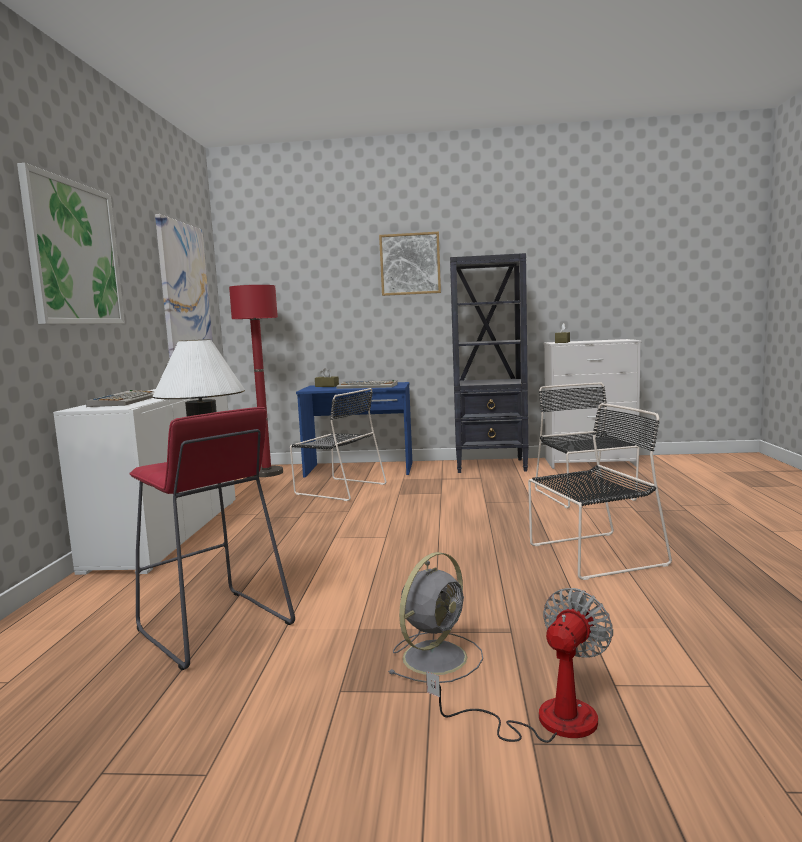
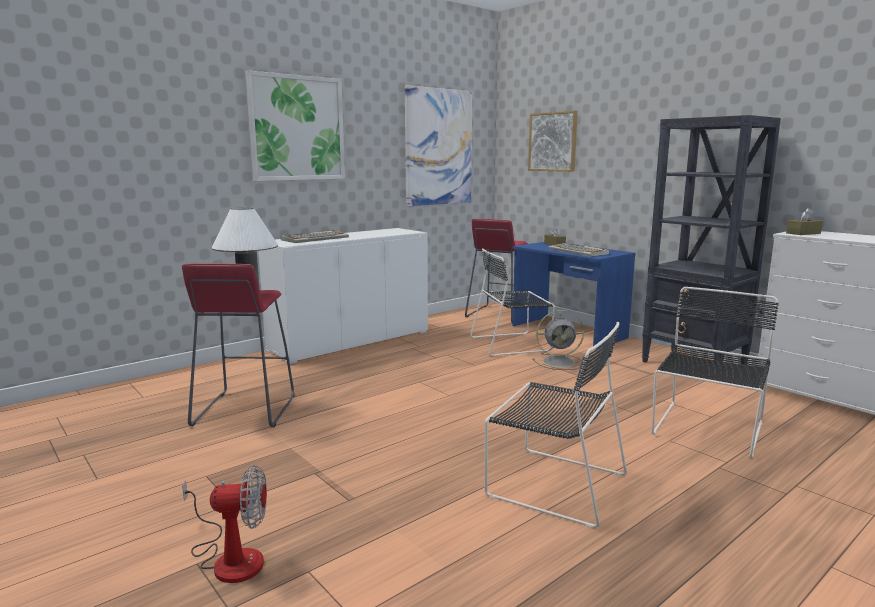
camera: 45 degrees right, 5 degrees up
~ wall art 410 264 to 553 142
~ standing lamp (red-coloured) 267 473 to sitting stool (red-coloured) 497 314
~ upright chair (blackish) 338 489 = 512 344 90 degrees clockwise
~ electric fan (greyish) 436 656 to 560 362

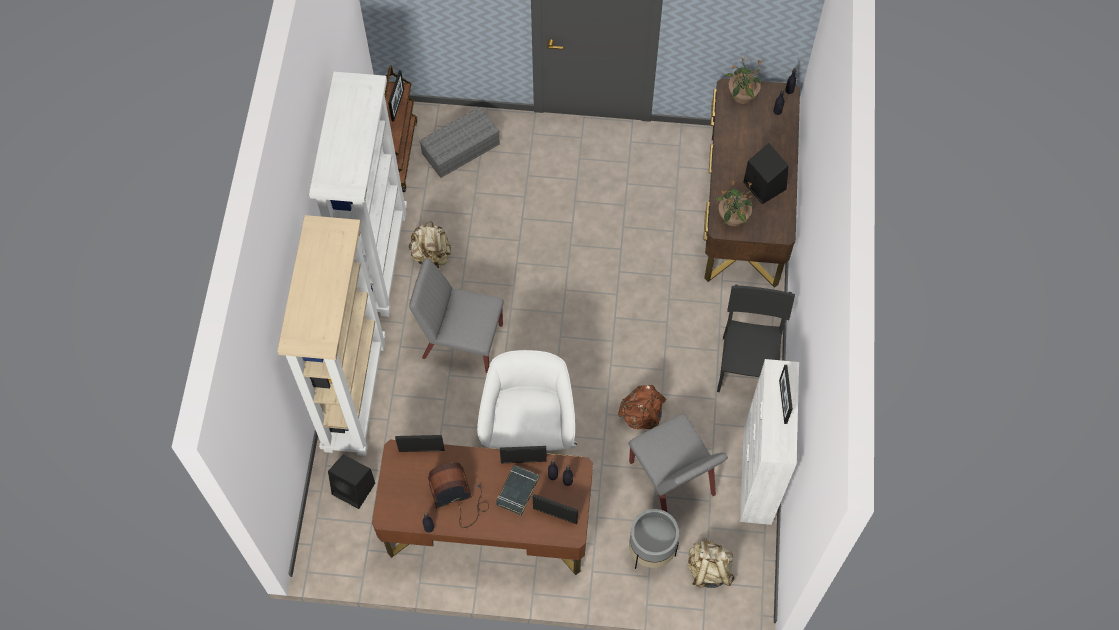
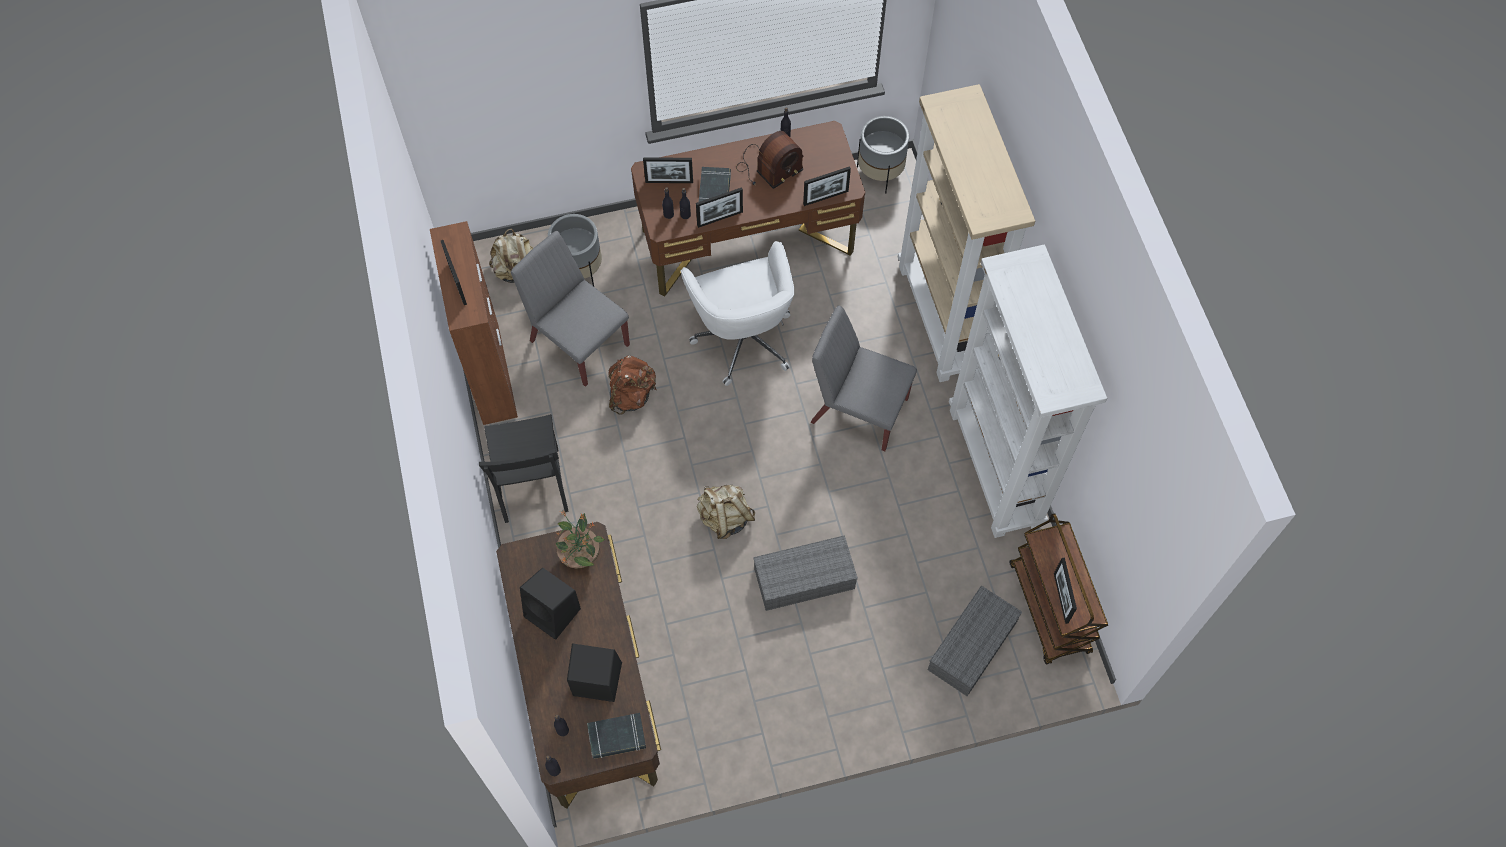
camera: 160 degrees right, 0 degrees up
~ plant in a pot 741 96 to bound book (blackish) 617 737
~ rucksack (sand-coloured) 432 255 to 725 518
~ upright chair (greyish) 461 341 = 858 410 150 degrees counterclockwise
~ storage cabinet (white) 757 476 to storage cabinet (brown) 491 373
~ audio speaker (blackish) 354 489 to 595 679
+ planter (greyish) 880 173
+ storage bin (greyish) 803 580

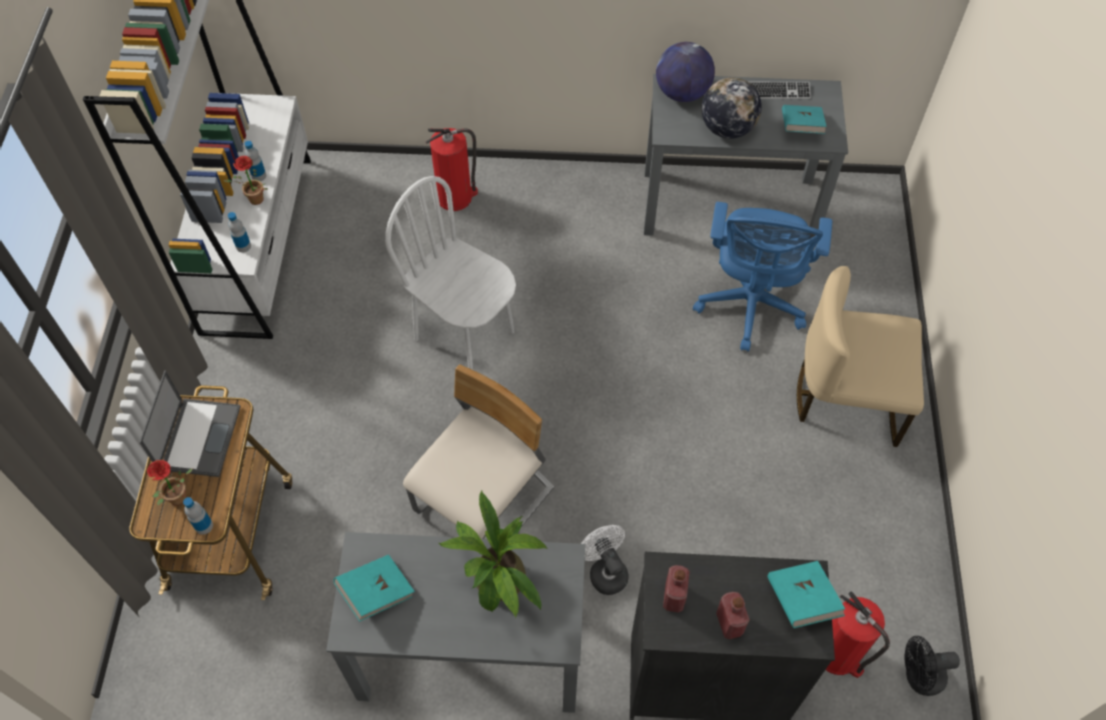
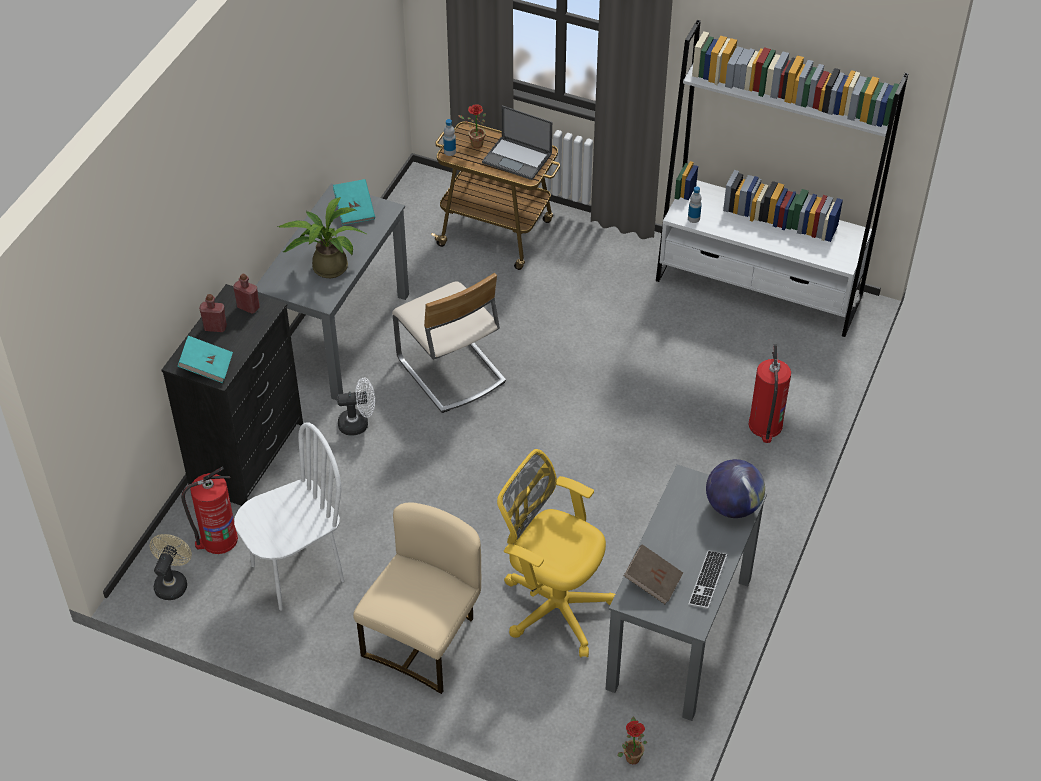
camera: 110 degrees right, 10 degrees down
- world globe 727 128
~ bound book (turquoise-coloured) 800 128 to bound book (brown) 653 581
- drink bottle 259 176
~ plant in a pot 253 201 to 631 755
~ upright chair (white) 465 335 to 297 572
~ desk chair (bluish) 750 306 to desk chair (yellowish) 553 605
~ electric fan (blackish) 918 677 to electric fan (sand-coloured) 172 582

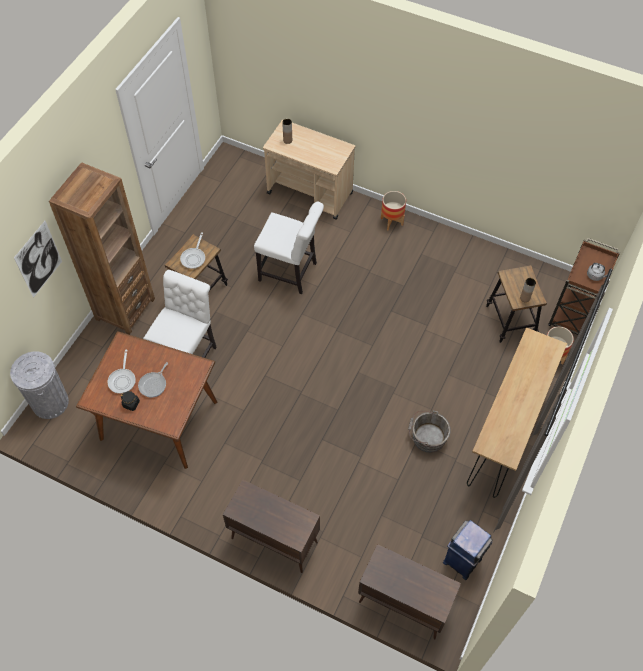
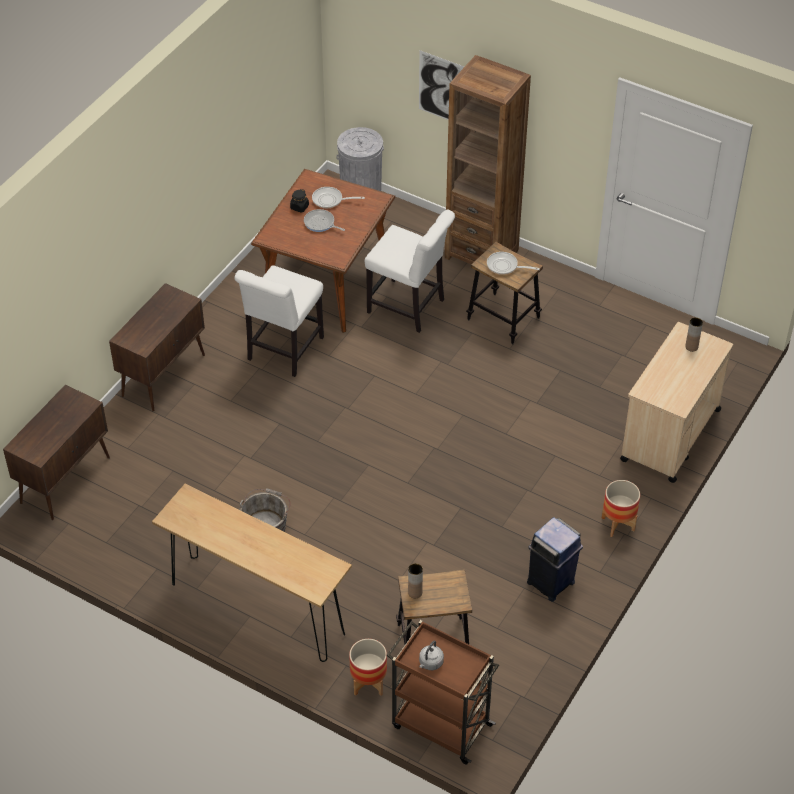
camera: 95 degrees right, 10 degrees down
~ upright chair (white) 291 273 to 283 351
~ rubbish bin (bluish) 462 560 to 551 583

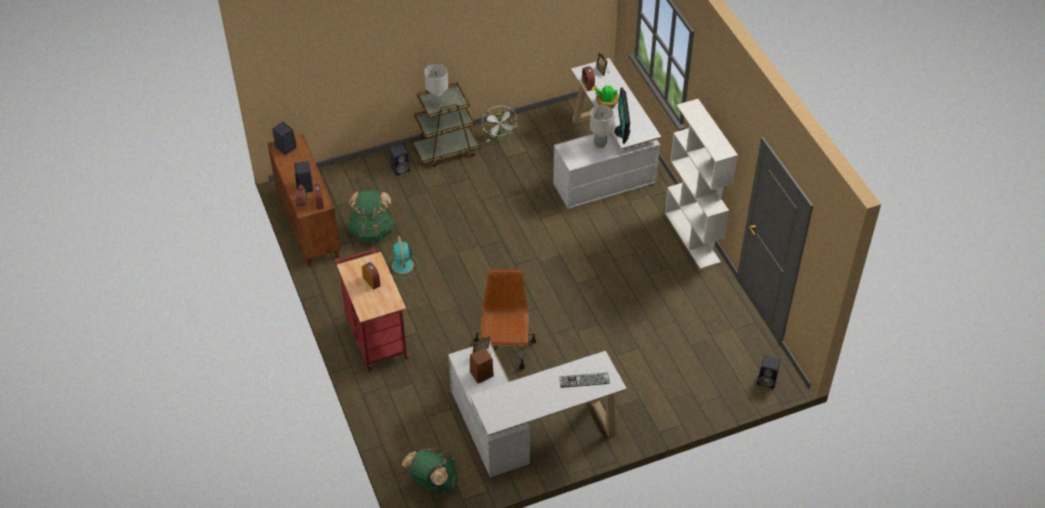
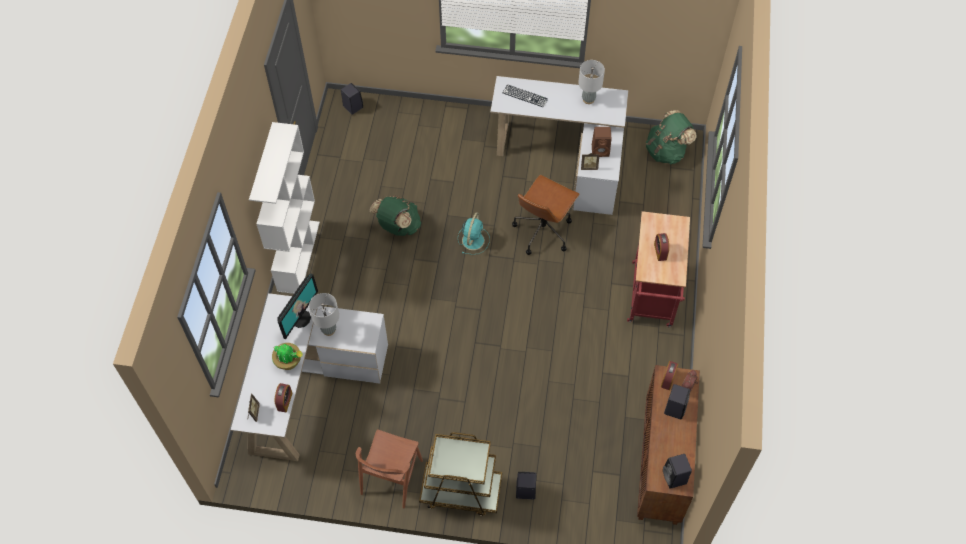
camera: 150 degrees left, 10 degrees up
~ table lamp (greyish) 437 103 to 588 99
~ electric fan (white) 500 138 to upright chair (brown) 391 477
~ rucksack (green-coloured) 372 231 to 398 227
~ electric fan (turquoise-coloured) 402 266 to 473 239

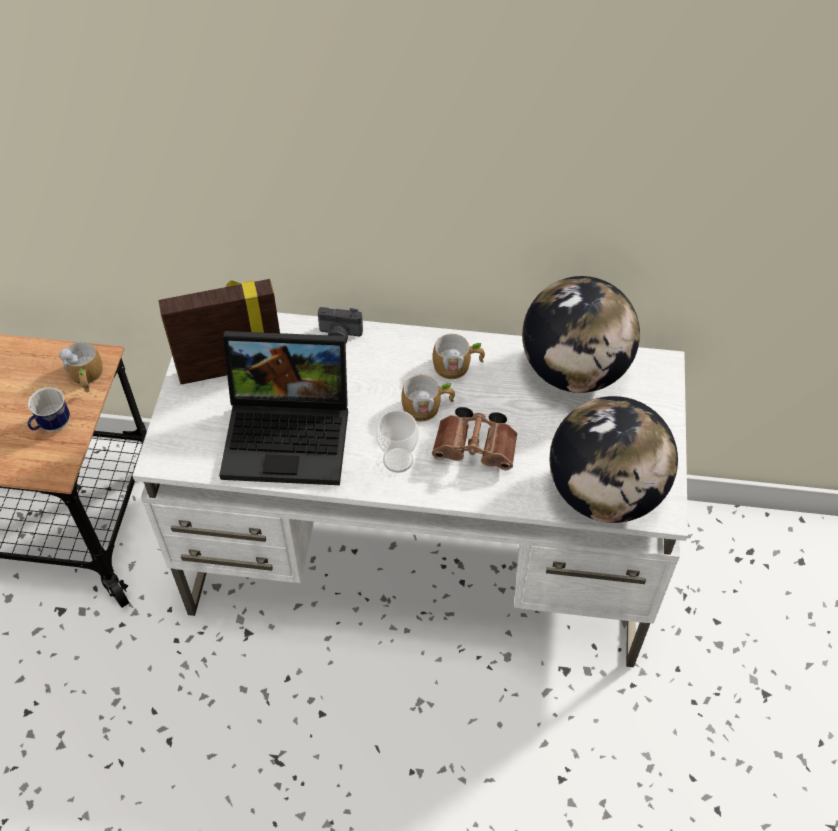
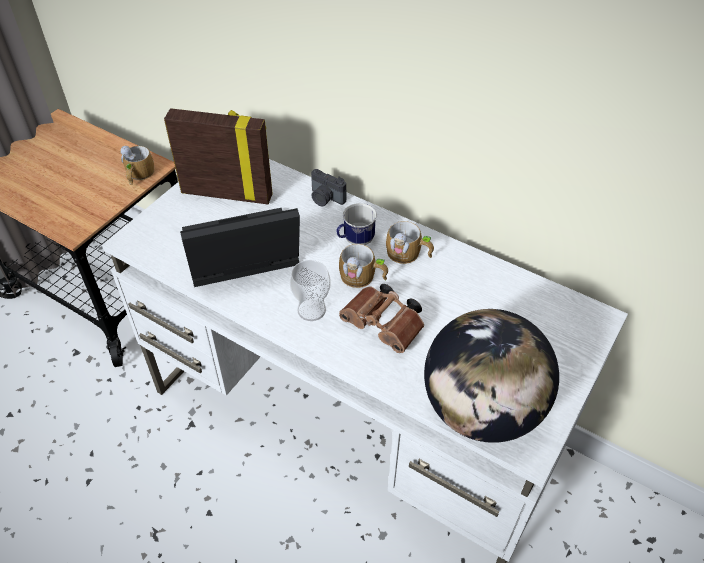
camera: 25 degrees right, 5 degrees down
- world globe 574 371
~ notebook computer 291 433 = 239 258 135 degrees clockwise
~ tea mug 52 426 to 355 241

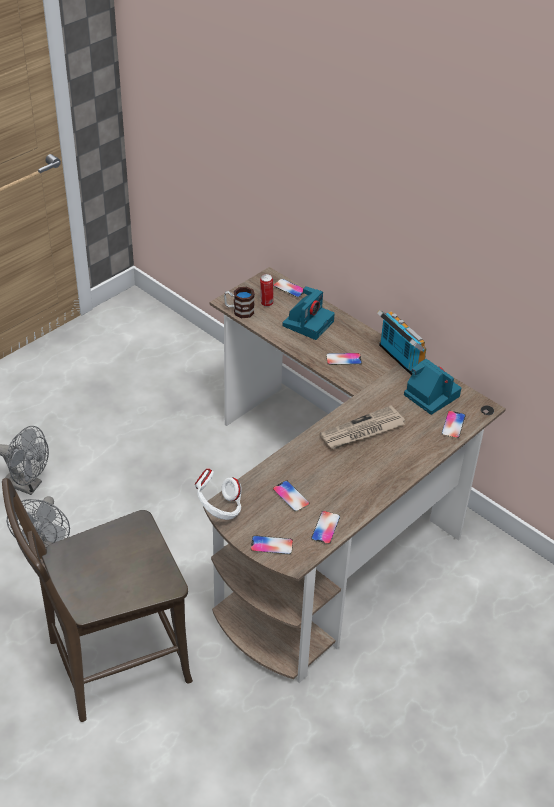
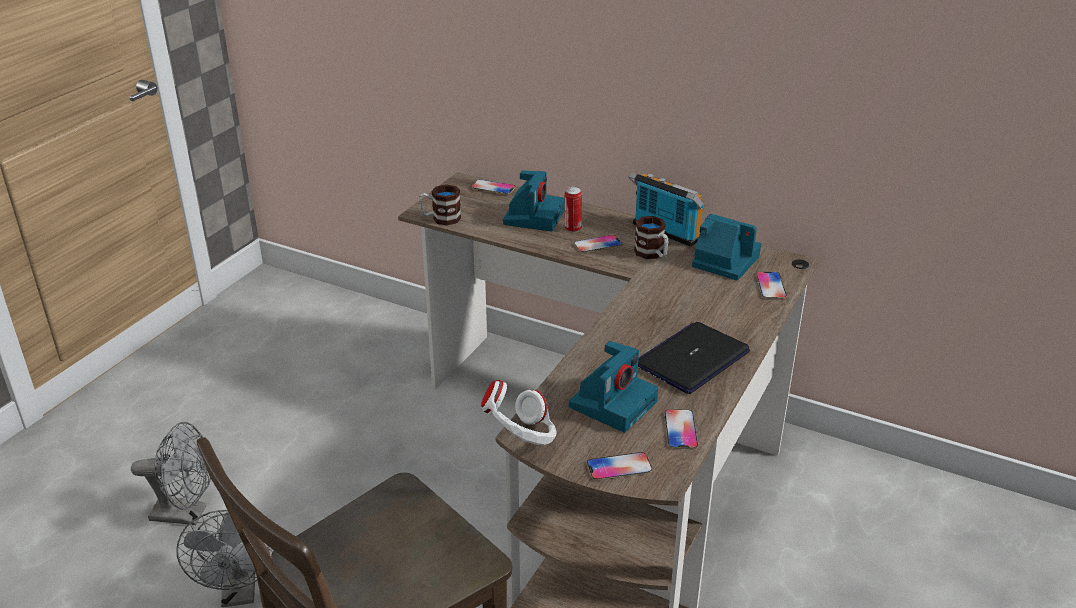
camera: 15 degrees left, 10 degrees down
~ sealed can 266 303 to 572 229
- newspaper 362 431
~ telephone 291 496 to photo camera 613 403
+ tea mug 652 254
+ notebook computer 692 359

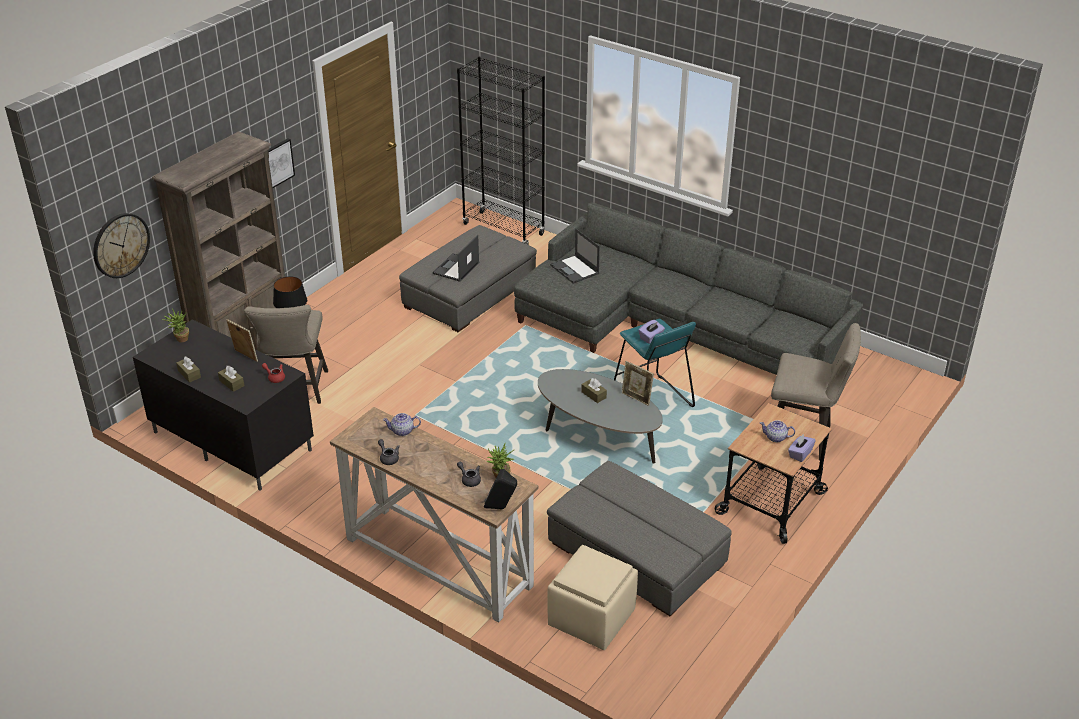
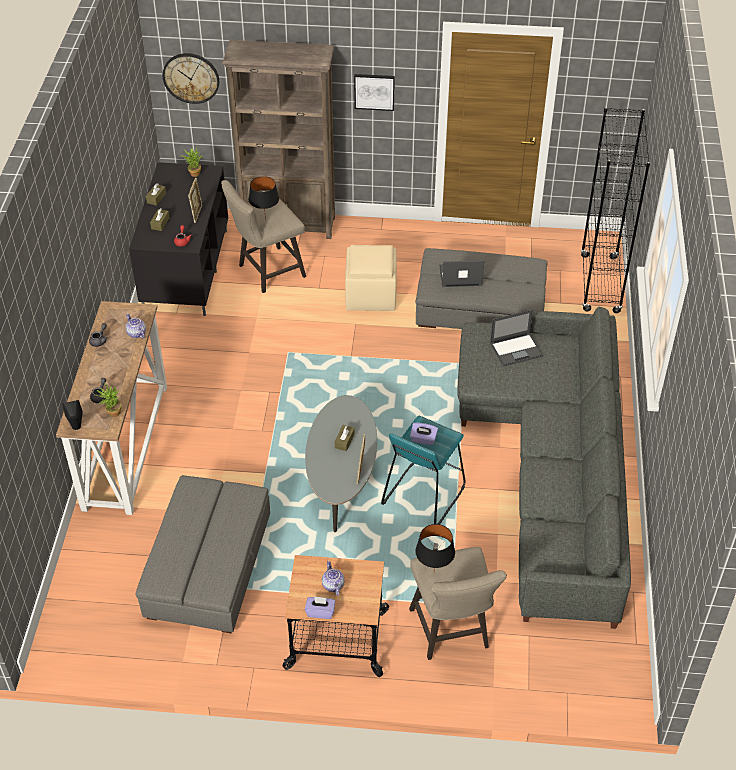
camera: 60 degrees right, 10 degrees up
~ notebook computer 575 269 = 516 349 135 degrees counterclockwise
~ pouffe (sand-coloured) 590 618 to 370 295
+ table lamp (blackish) 433 572

